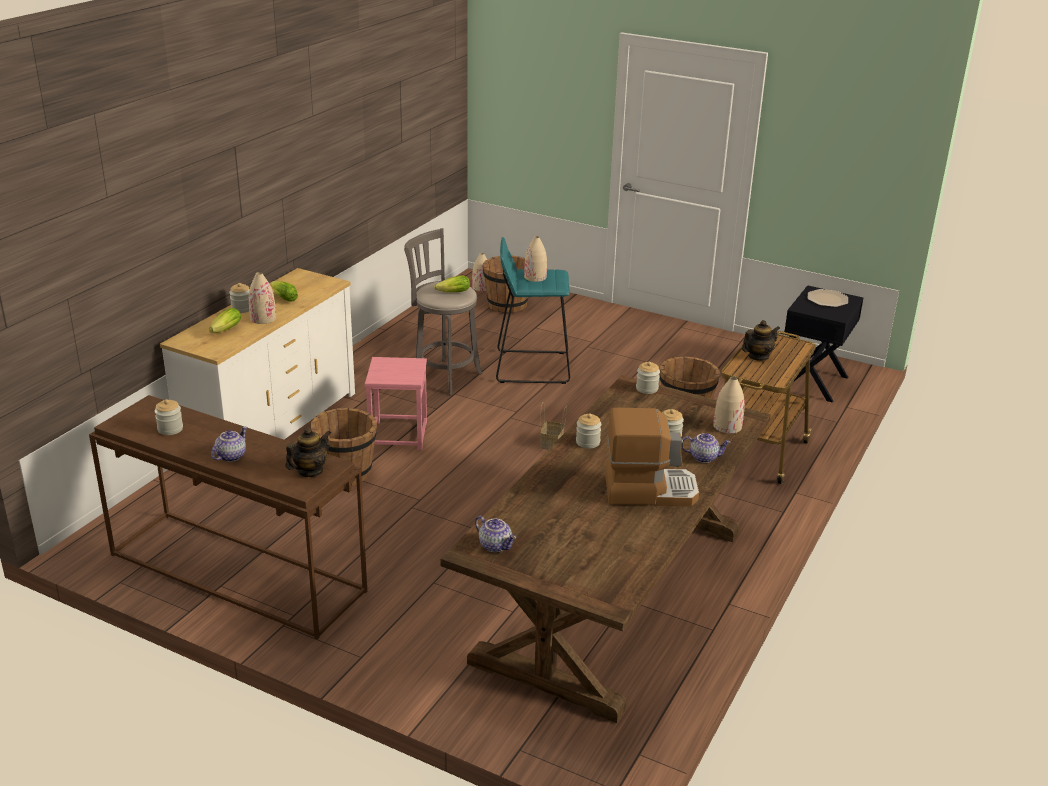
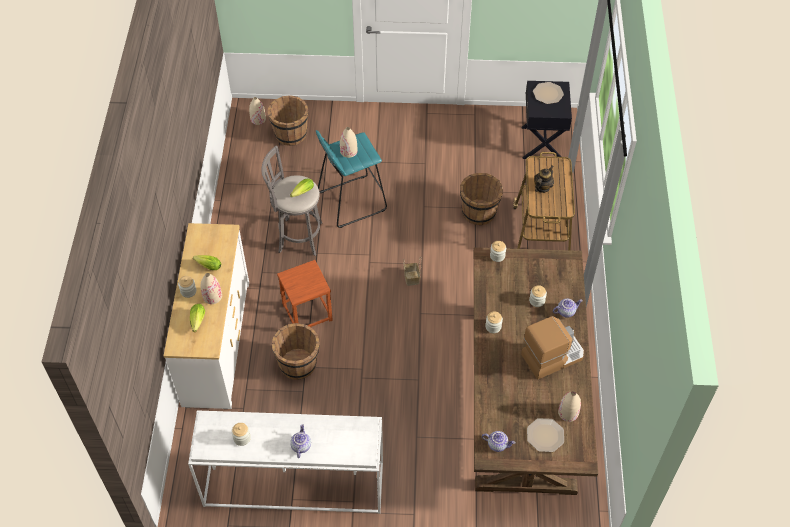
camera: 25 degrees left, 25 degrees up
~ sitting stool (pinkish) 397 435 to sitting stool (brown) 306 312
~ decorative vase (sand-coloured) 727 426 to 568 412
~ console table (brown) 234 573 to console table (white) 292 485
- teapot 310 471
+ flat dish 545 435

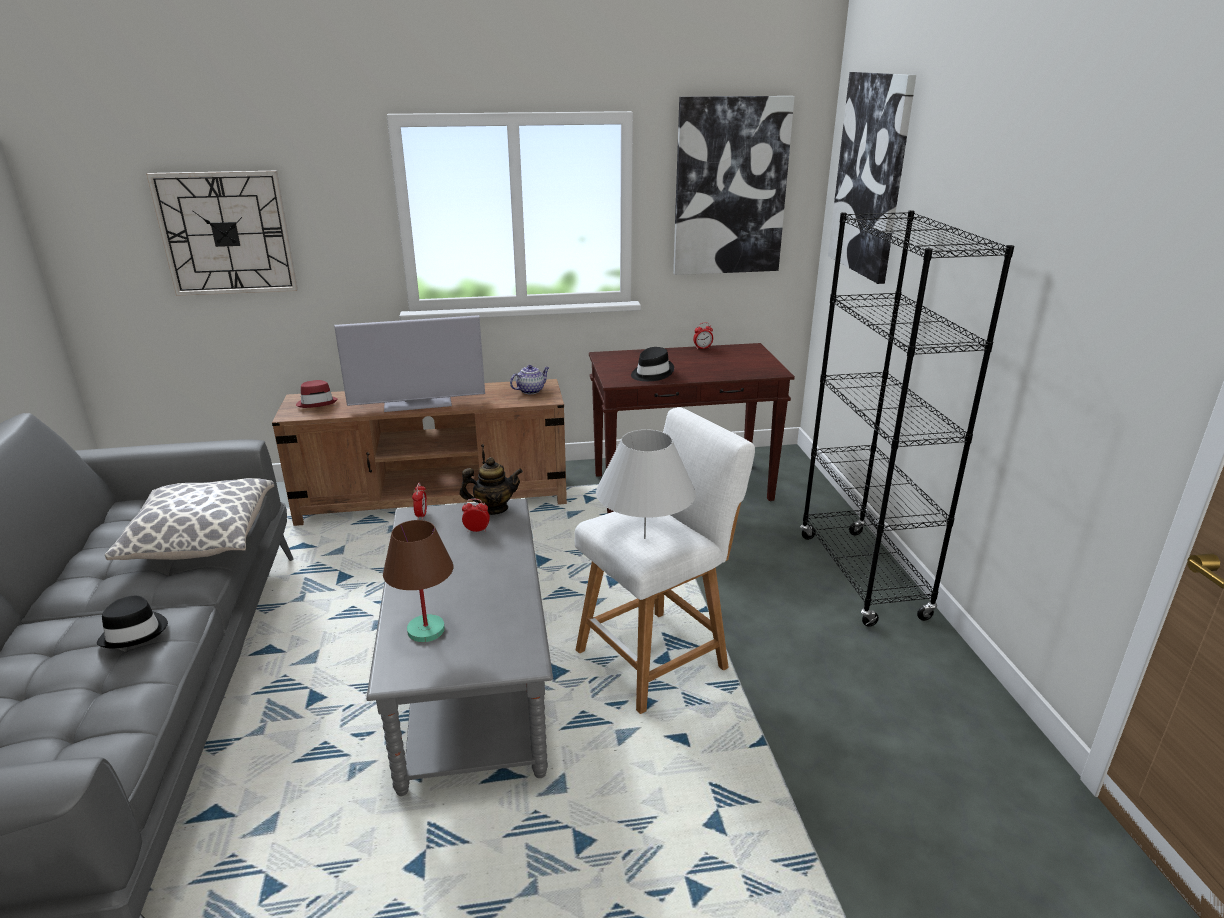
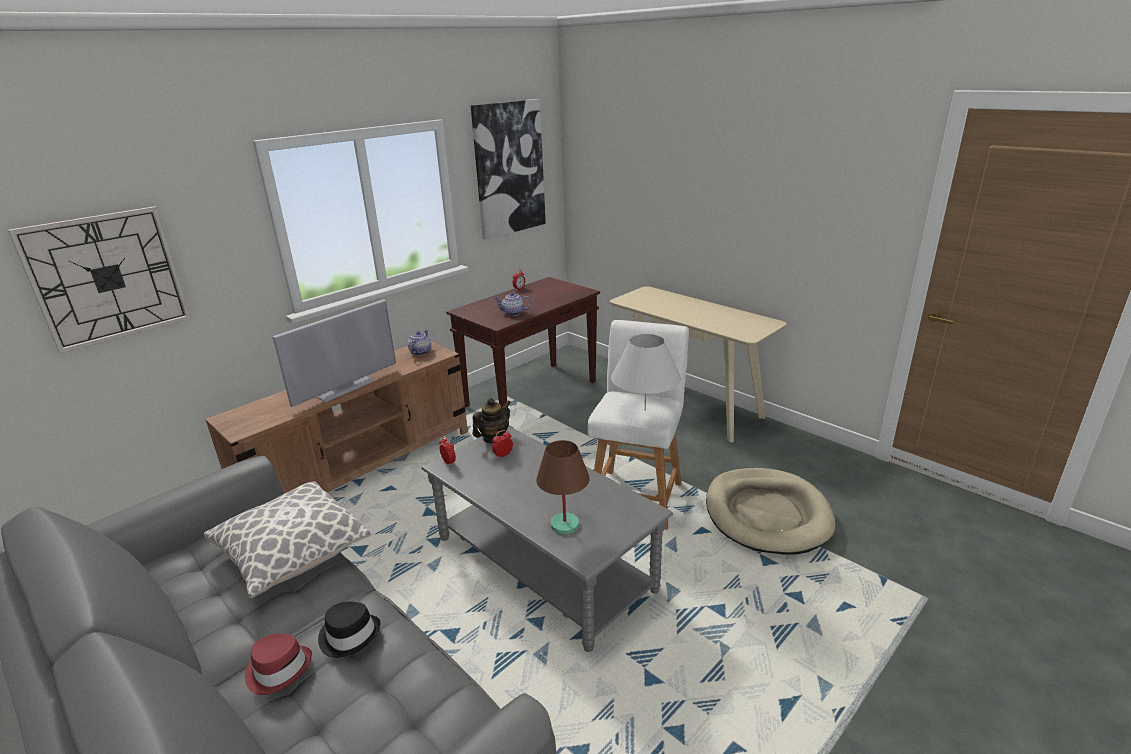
camera: 35 degrees left, 0 degrees up
- wall art 871 176
~ bookcase (blackish) 861 576 to console table (sand-coloured) 688 405
~ wearable hat (blackish) 651 373 to teapot 513 313
~ wearable hat (red-coloured) 317 403 to 279 669
+ dog bed (sand-coloured) 767 514

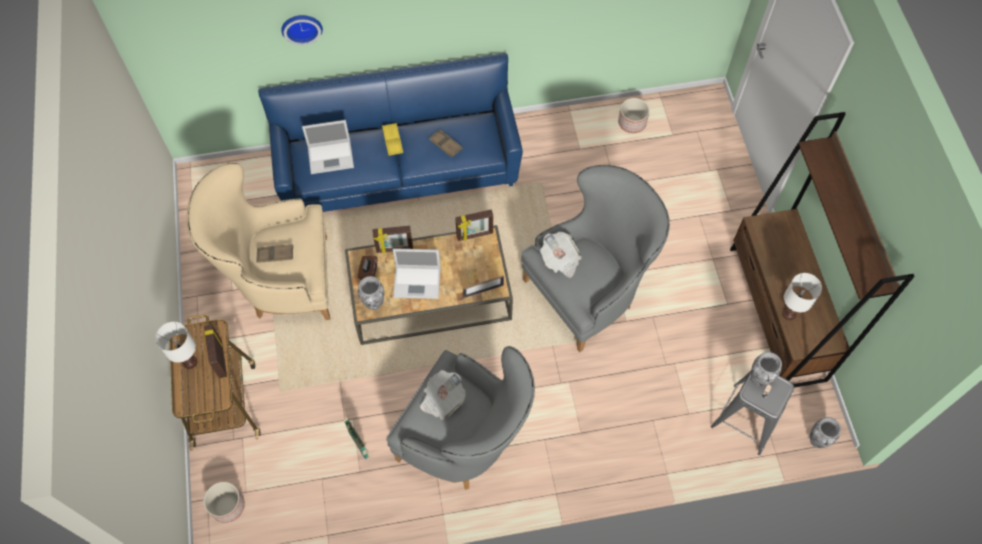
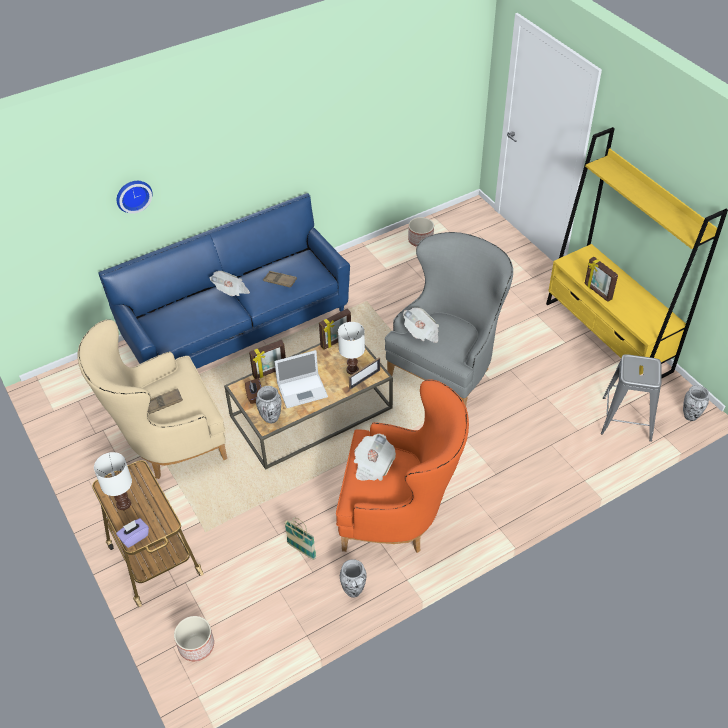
camera: 20 degrees left, 15 degrees down
~ bookcase (brown) 777 313 to bookcase (yellowish) 608 337
- notebook computer 331 156
~ carrying tray (yellowish) 392 141 to newspaper 231 291
~ table lamp (white) 789 314 to 353 370
~ photo frame 220 359 to 597 292
~ easy chair (greyish) 466 443 to easy chair (orange-coloured) 399 515
~ decorative vase 759 378 to 354 590
+ tissue holder (purple) 134 537

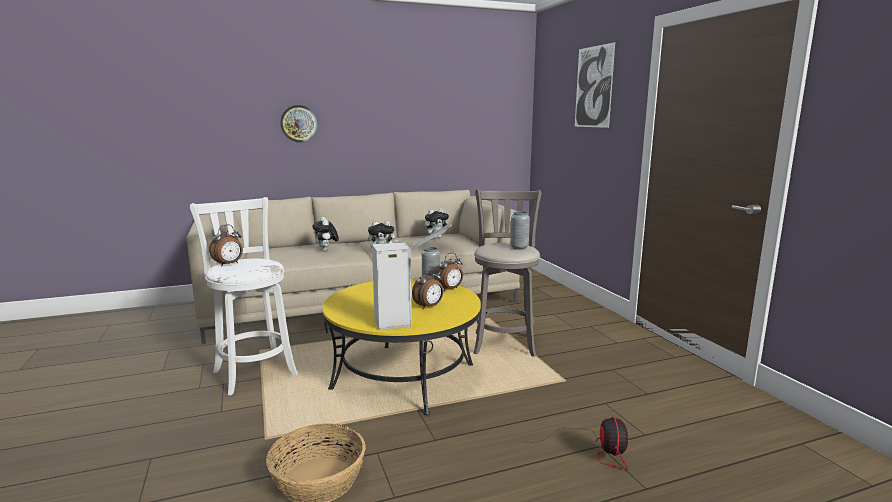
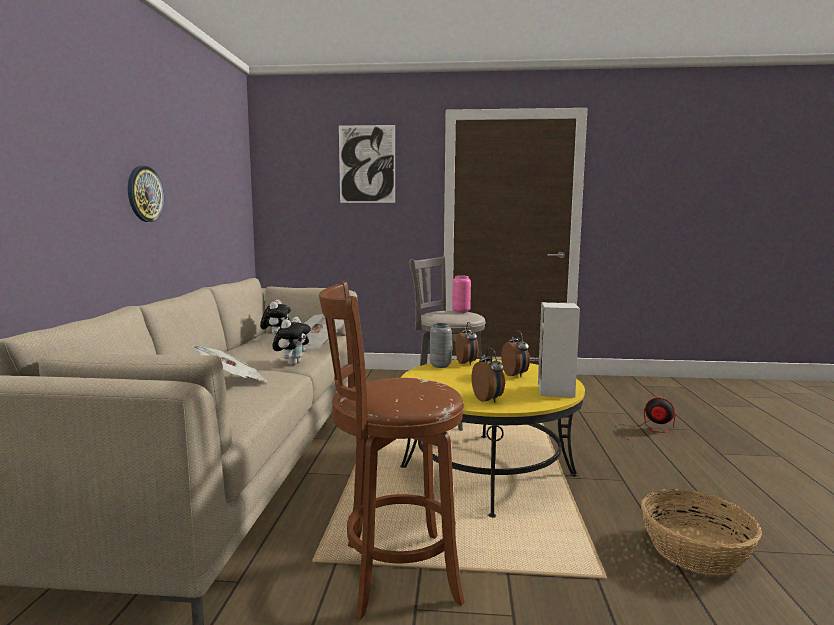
camera: 65 degrees left, 5 degrees down
~ clock on the wall 299 123 to 144 194
~ sitting stool (white) 254 372 to sitting stool (brown) 393 573
~ decorative vase (greyish) 519 248 to decorative vase (pinkish) 461 312
~ plush toy 326 250 to newspaper 232 382
~ bedside clock 229 264 to 488 399

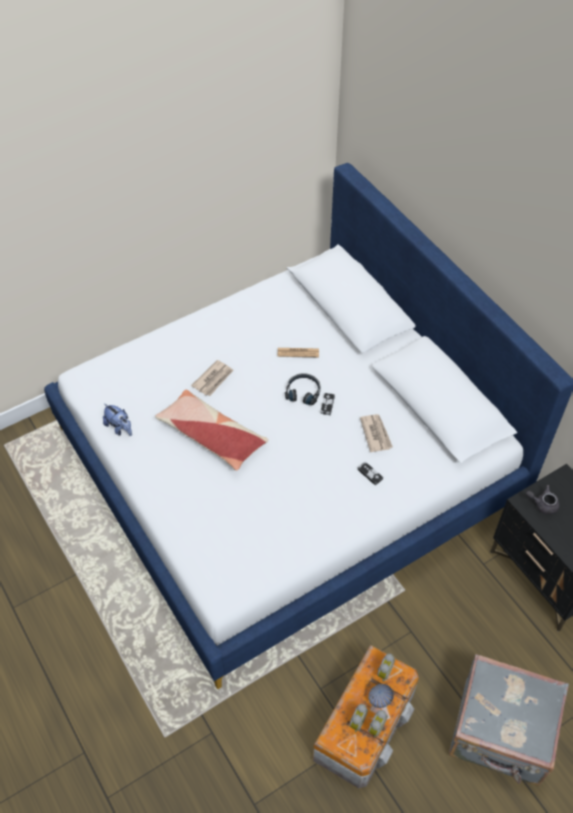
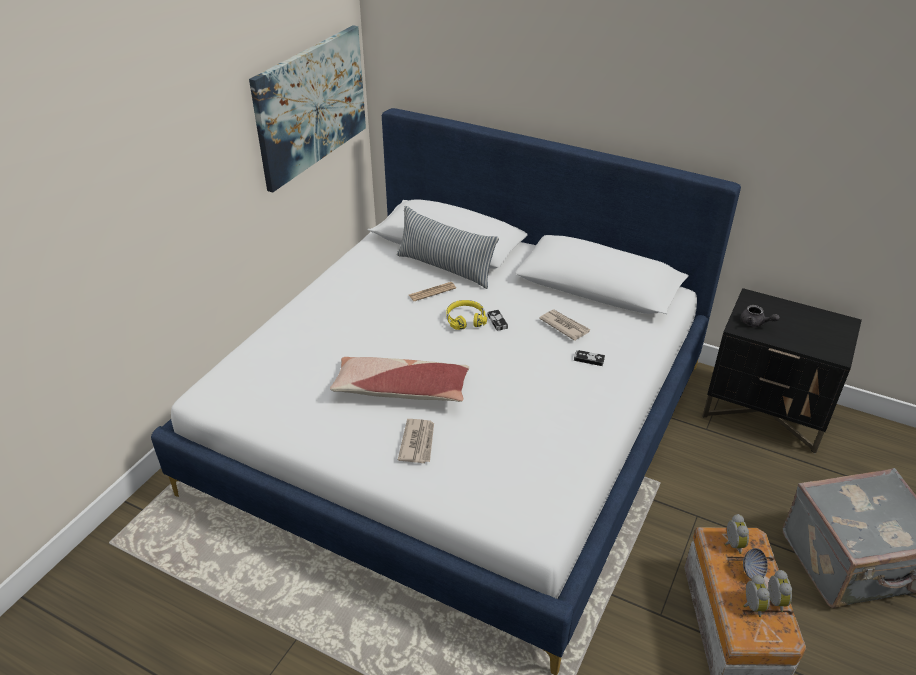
camera: 30 degrees left, 15 degrees down
~ newspaper 213 379 to 418 442
~ headset (blackish) 303 392 to headset (yellowish) 465 319
- plush toy 120 428
~ teapot (greyish) 542 504 = 755 323 120 degrees counterclockwise
+ wall art 311 105
+ cushion 445 268

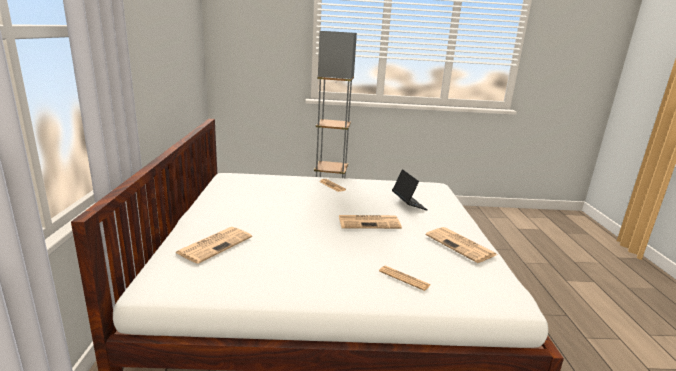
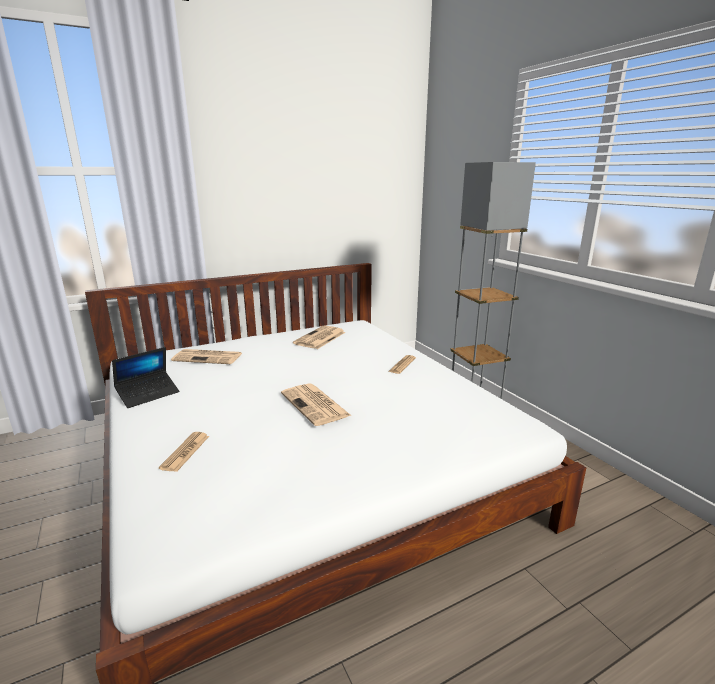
camera: 65 degrees right, 0 degrees up
~ notebook computer 408 204 to 148 394
~ newspaper 461 245 to 320 338

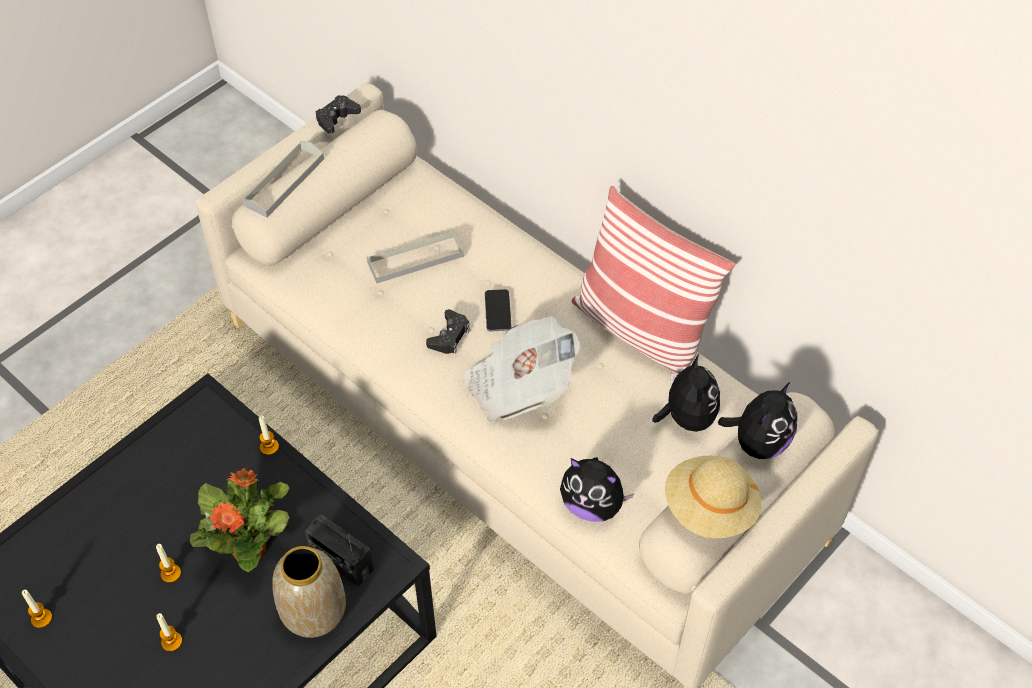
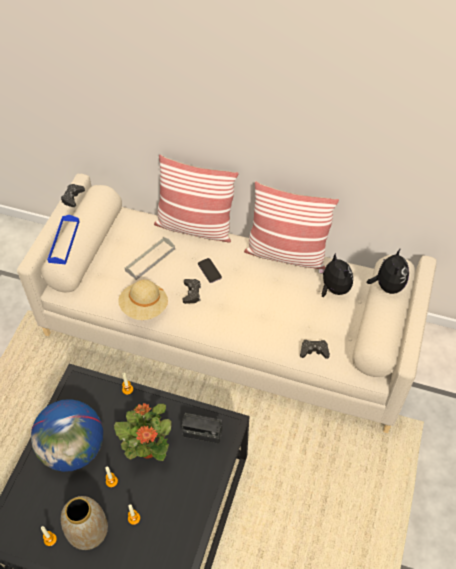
camera: 25 degrees left, 0 degrees up
~ carrying tray (greyish) 284 182 to carrying tray (bluish) 64 241
- newspaper 519 386
~ wearable hat (sand-coloured) 710 508 to 144 307
~ plush toy 592 505 to gamepad (blackish) 314 351
~ decorative vase 315 612 to 89 531
+ cushion 195 227
+ world globe 74 449

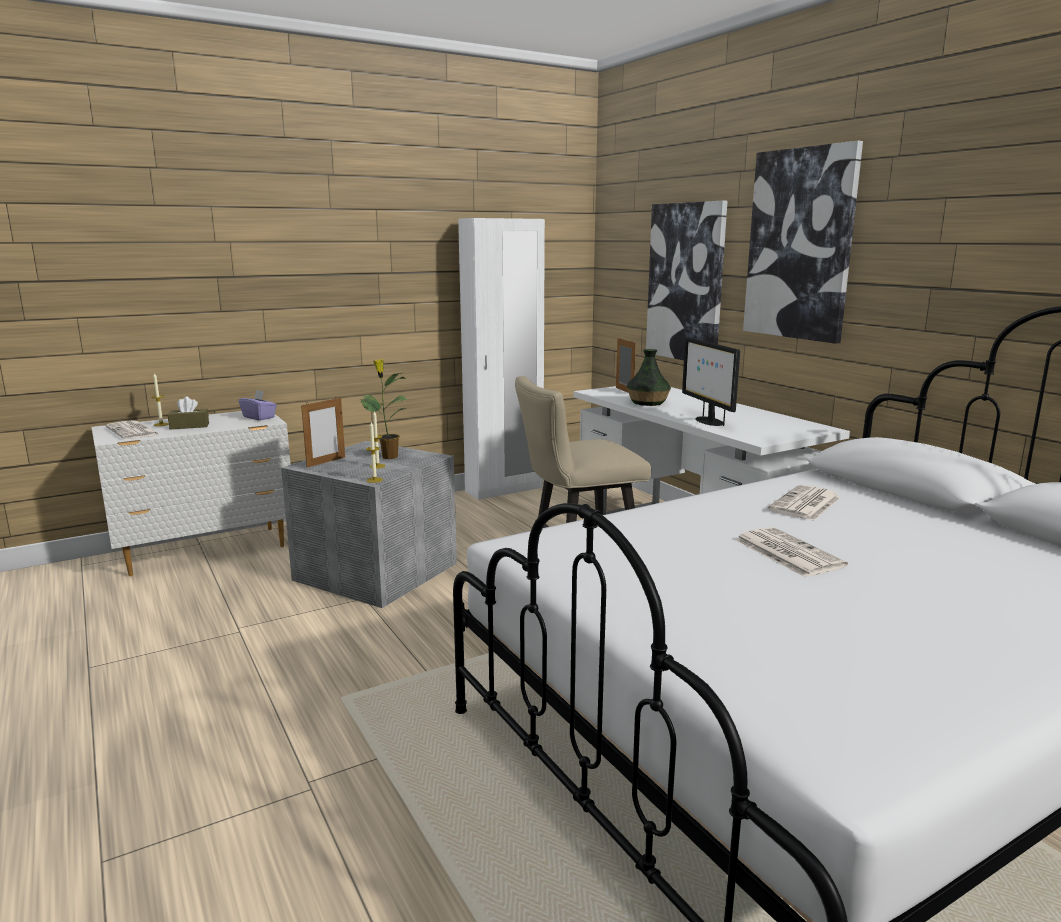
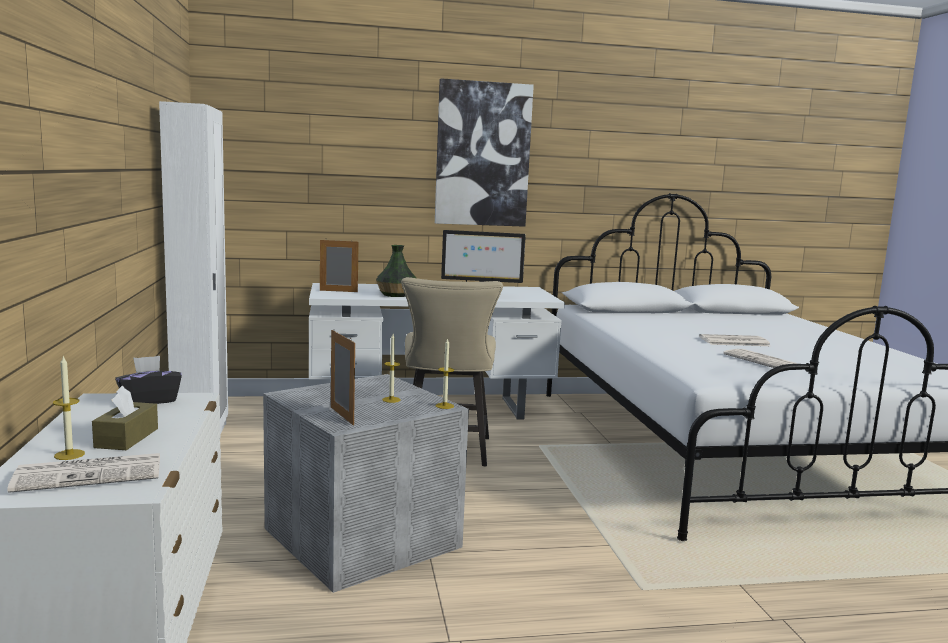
camera: 70 degrees left, 5 degrees down
- wall art 686 282
- plant in a pot 388 457
~ tissue holder (purple) 259 417 to tissue holder (blackish) 149 401
~ newspaper 805 504 to 763 361

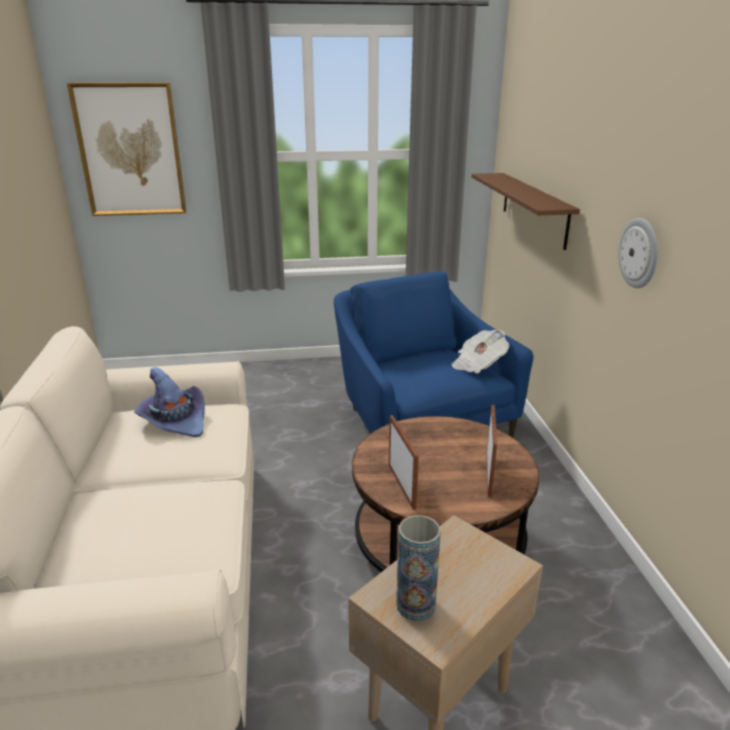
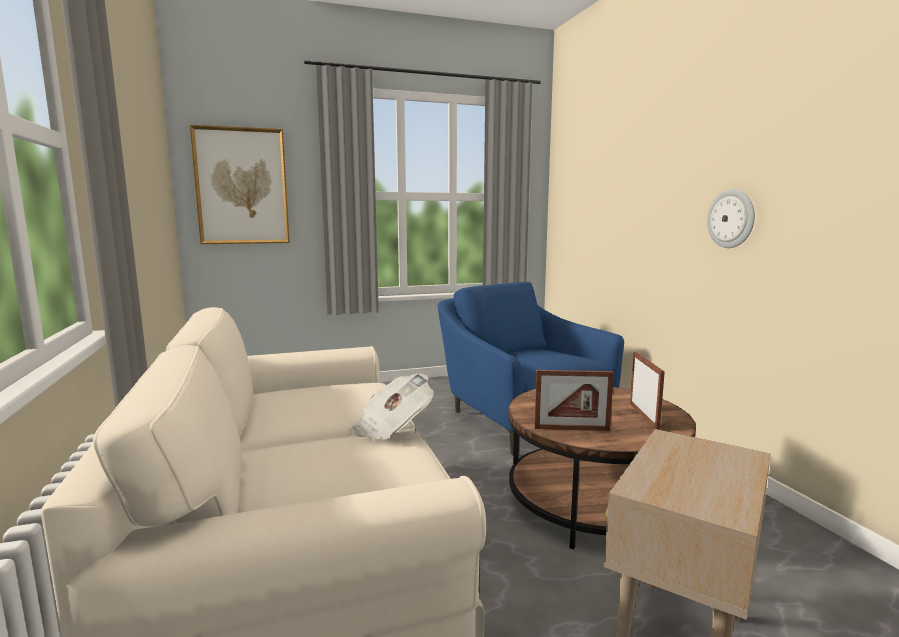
camera: 10 degrees left, 15 degrees down
- bracket shelf (brown) 534 208
~ newspaper 478 364 to 391 427
- wearable hat (purple) 174 420
~ photo frame 401 486 = 571 429 120 degrees clockwise
- decorative vase 415 605

